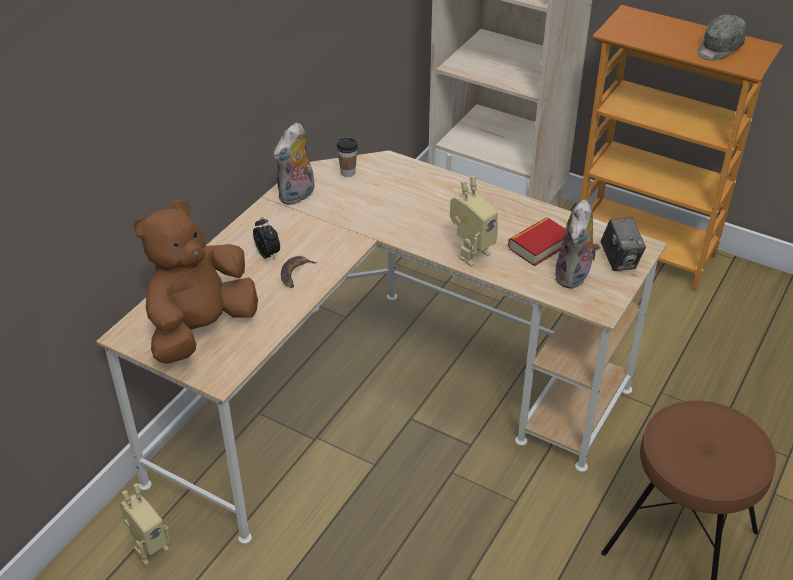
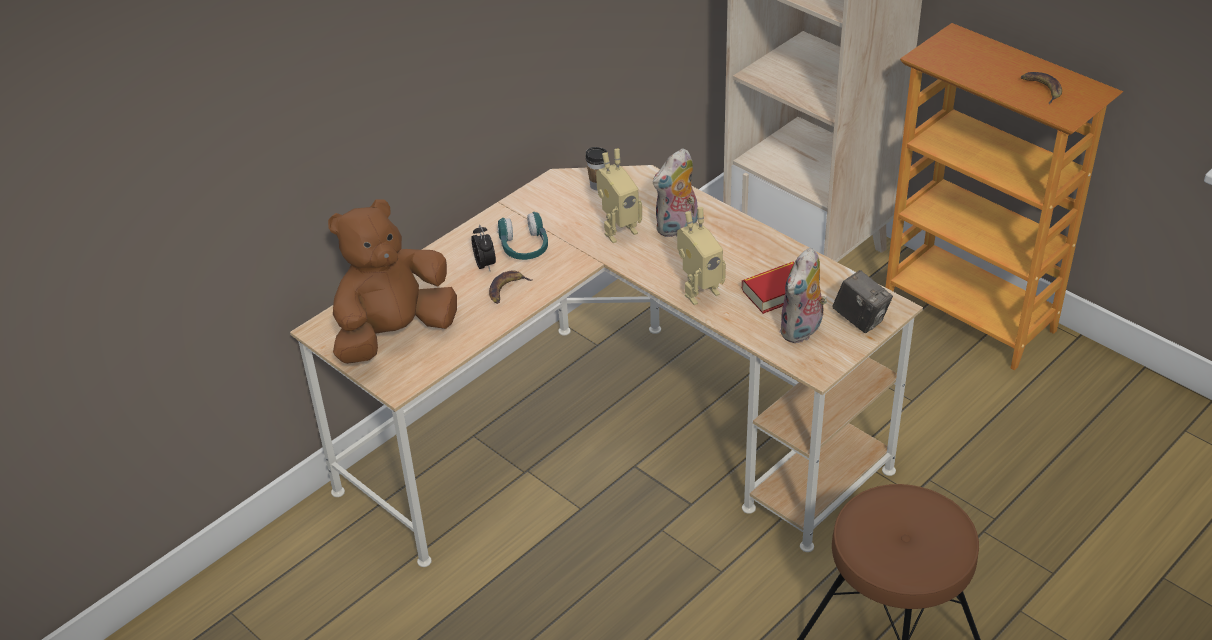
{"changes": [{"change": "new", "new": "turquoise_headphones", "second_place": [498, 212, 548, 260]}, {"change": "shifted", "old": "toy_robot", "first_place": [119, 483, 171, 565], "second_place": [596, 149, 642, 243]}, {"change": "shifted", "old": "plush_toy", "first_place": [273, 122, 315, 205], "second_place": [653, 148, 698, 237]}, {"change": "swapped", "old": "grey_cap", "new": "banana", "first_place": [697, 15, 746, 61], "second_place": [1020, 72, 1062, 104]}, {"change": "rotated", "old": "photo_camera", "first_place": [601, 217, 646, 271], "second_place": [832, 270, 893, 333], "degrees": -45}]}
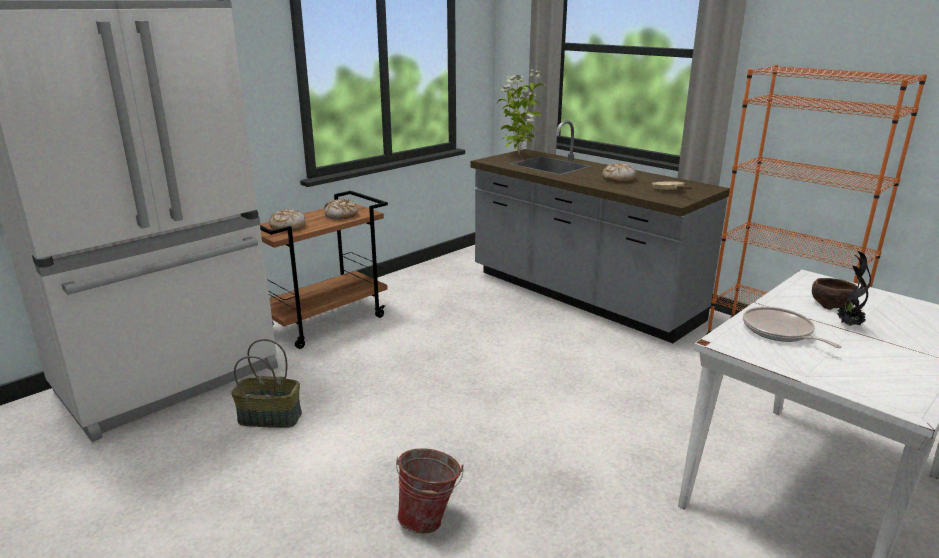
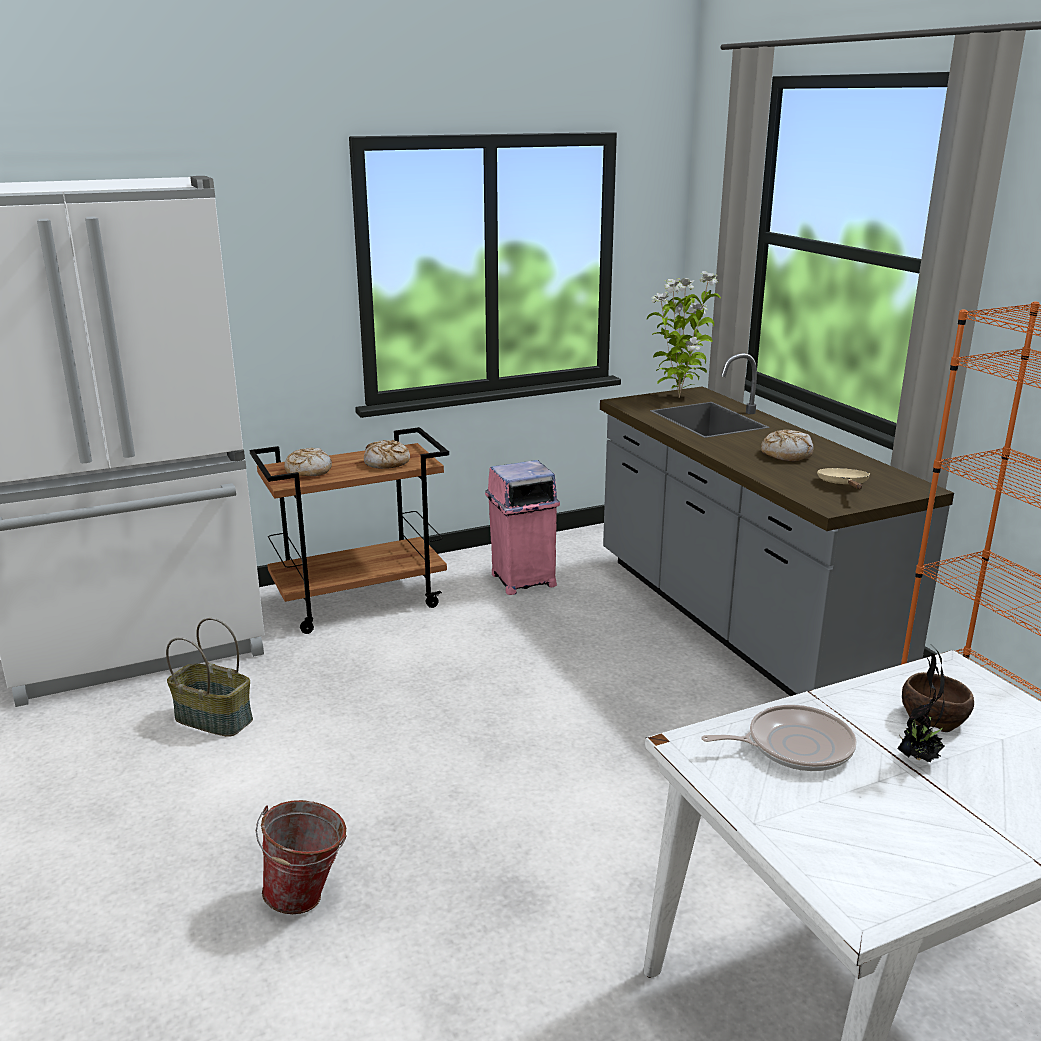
{"changes": [{"change": "new", "new": "pink_trash_can", "second_place": [485, 460, 560, 595]}, {"change": "rotated", "old": "frying_pan", "first_place": [743, 307, 842, 348], "second_place": [702, 705, 857, 771], "degrees": 90}]}
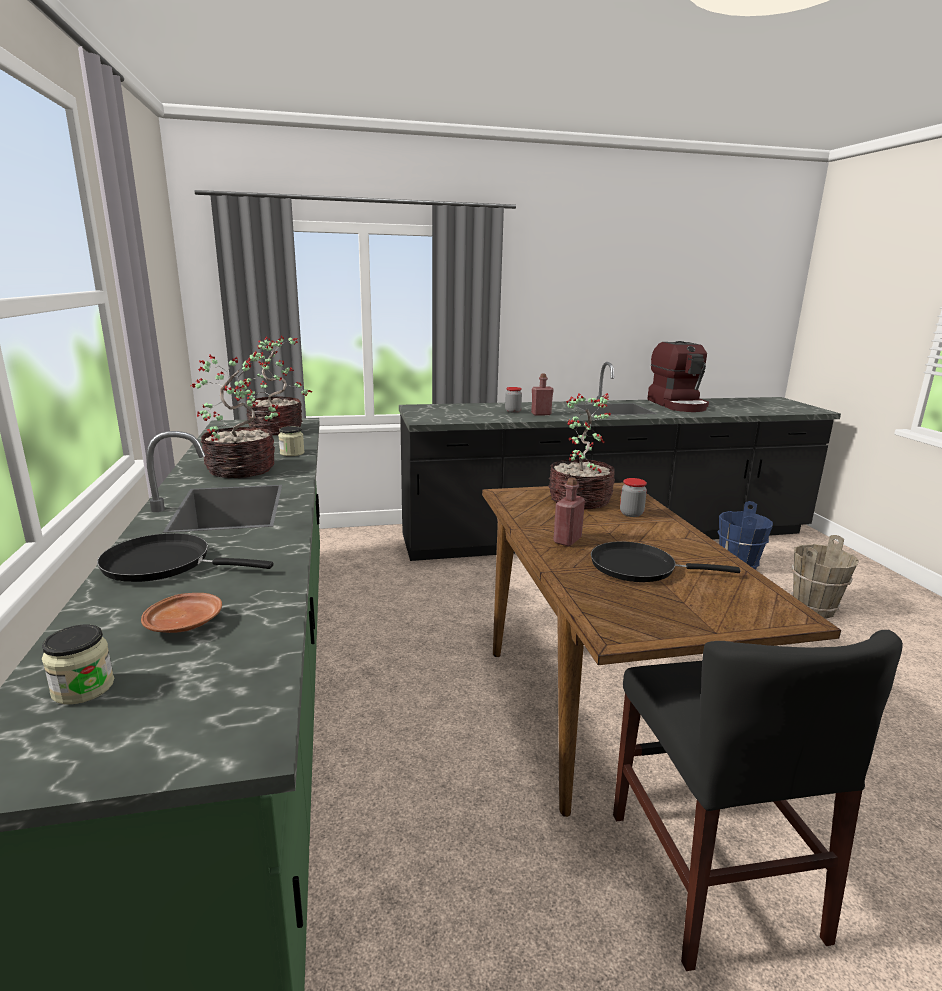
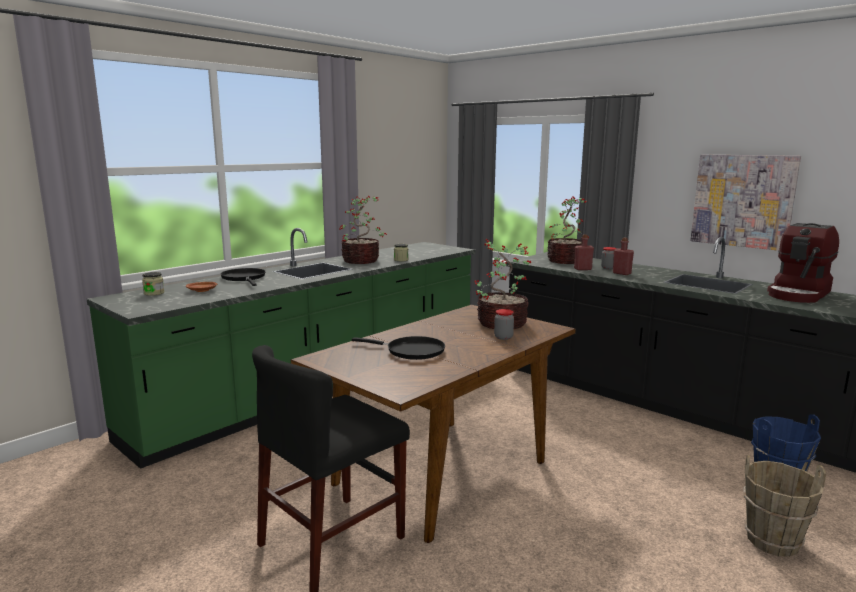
{"changes": [{"change": "new", "new": "picture", "second_place": [690, 154, 801, 251]}, {"change": "shifted", "old": "potted_plant", "first_place": [243, 336, 313, 435], "second_place": [547, 196, 589, 264]}, {"change": "shifted", "old": "red_bottle", "first_place": [553, 478, 585, 546], "second_place": [574, 234, 594, 270]}, {"change": "rotated", "old": "black_frying_pan", "first_place": [591, 541, 740, 582], "second_place": [352, 336, 445, 360], "degrees": 135}]}
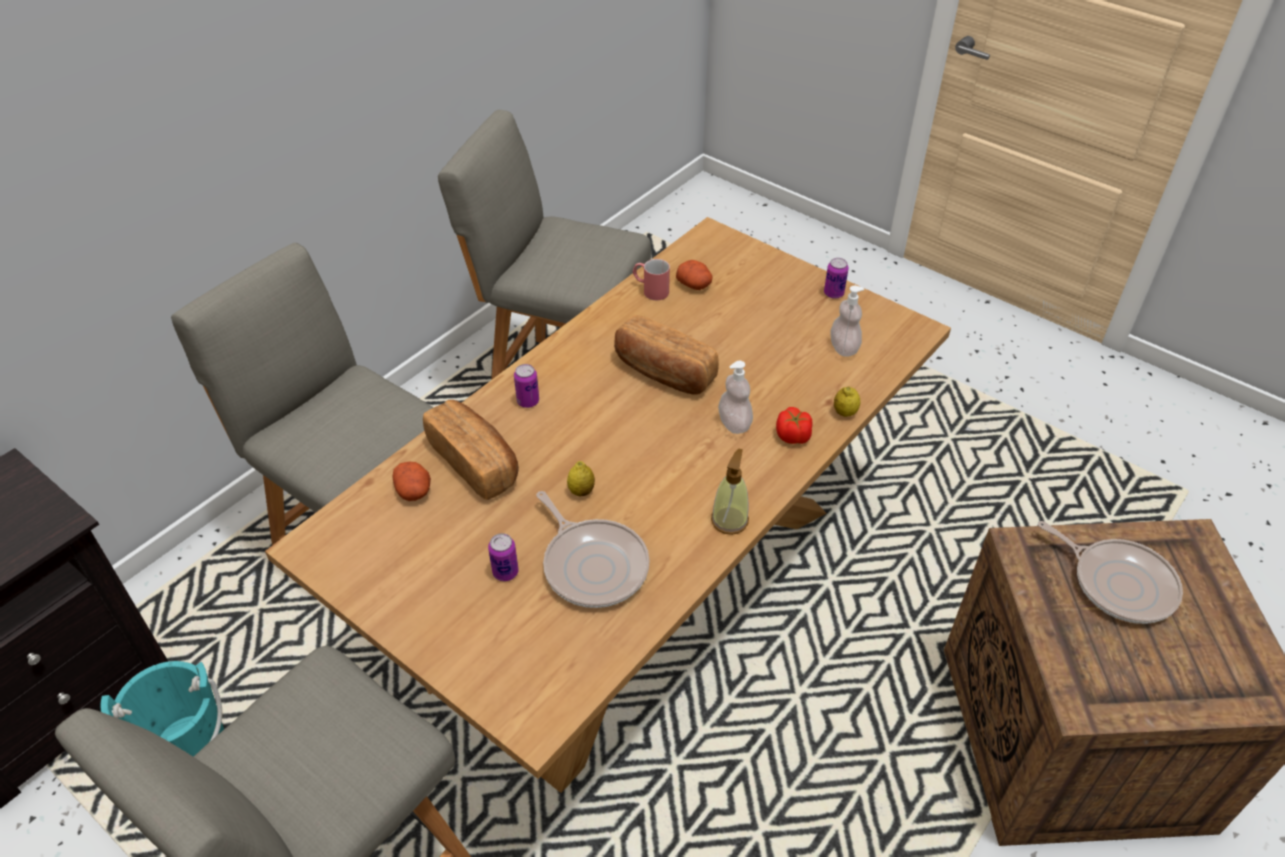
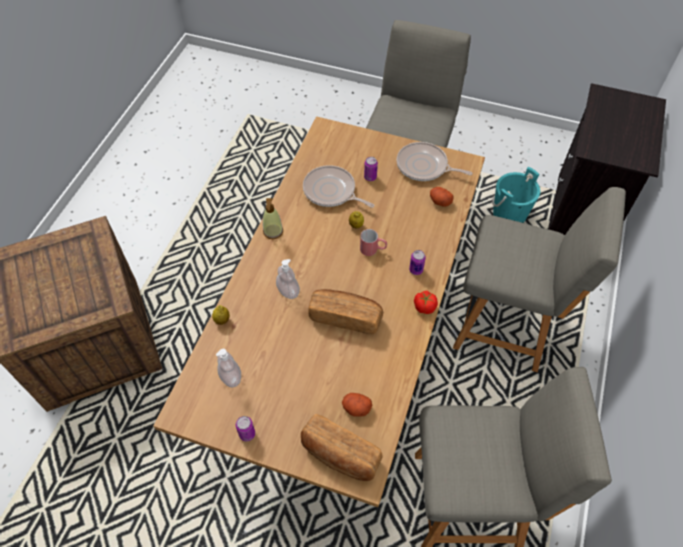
{"changes": [{"change": "shifted", "old": "bread", "first_place": [423, 400, 519, 500], "second_place": [301, 414, 383, 481]}, {"change": "shifted", "old": "red_mug", "first_place": [633, 259, 670, 300], "second_place": [360, 229, 387, 256]}, {"change": "shifted", "old": "tomato", "first_place": [776, 407, 813, 444], "second_place": [414, 291, 438, 314]}, {"change": "shifted", "old": "frying_pan", "first_place": [1038, 521, 1183, 624], "second_place": [397, 142, 472, 181]}]}
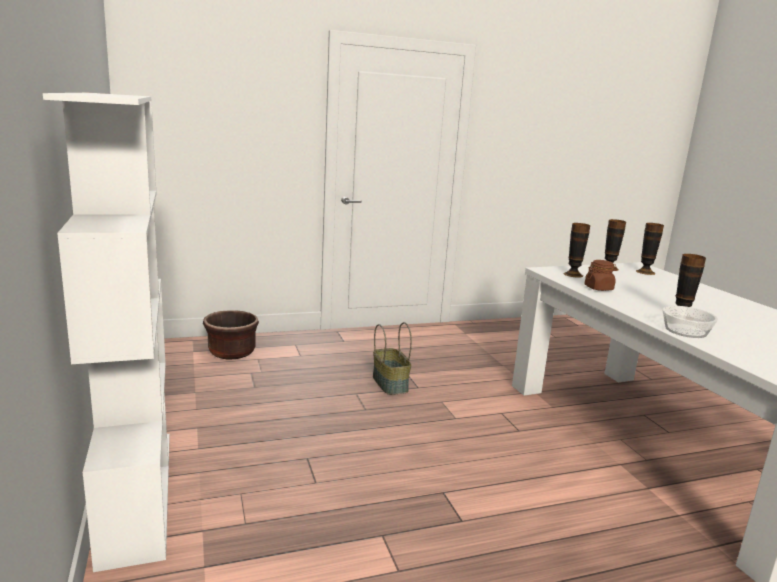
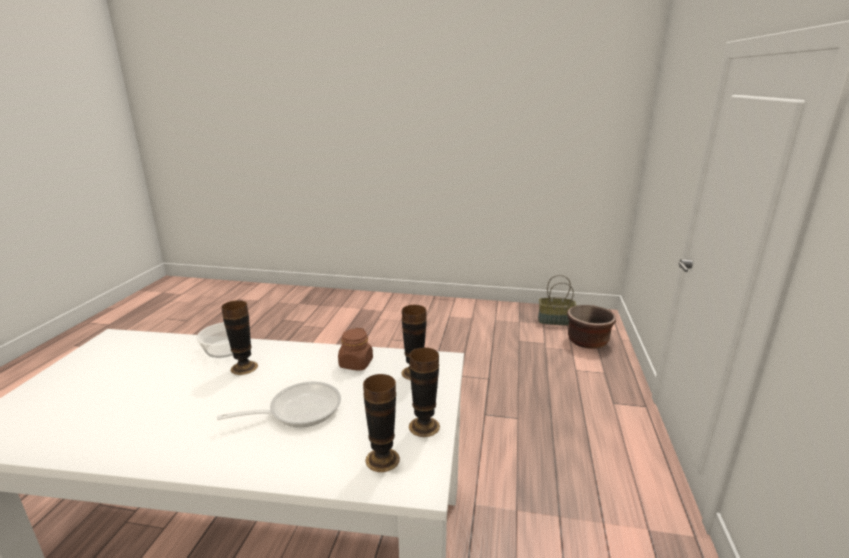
{"changes": [{"change": "gone", "old": "white_bookcase", "first_place": [43, 93, 170, 572]}, {"change": "new", "new": "frying_pan", "second_place": [217, 381, 341, 427]}, {"change": "shifted", "old": "basket", "first_place": [373, 322, 412, 395], "second_place": [538, 275, 577, 326]}]}
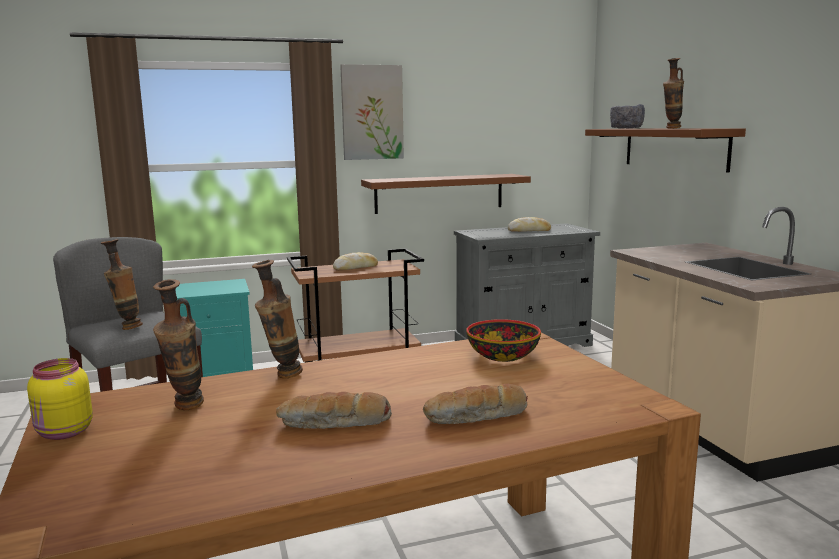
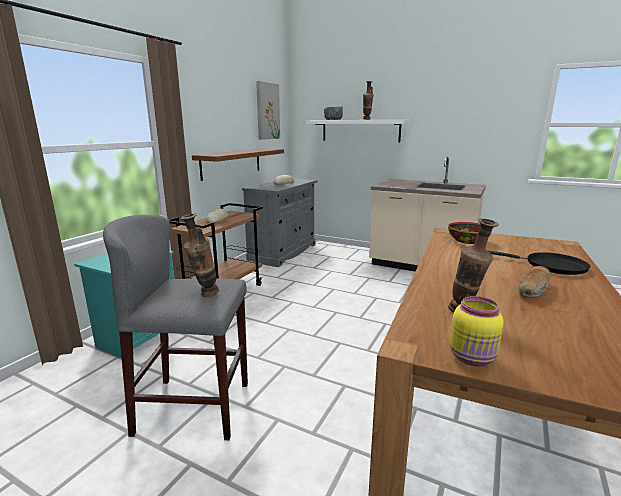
{"changes": [{"change": "gone", "old": "vase", "first_place": [252, 260, 303, 378]}, {"change": "shifted", "old": "picture", "first_place": [340, 64, 404, 160], "second_place": [256, 81, 280, 140]}, {"change": "swapped", "old": "bread", "new": "black_frying_pan", "first_place": [423, 384, 528, 424], "second_place": [487, 251, 590, 275]}, {"change": "repainted", "old": "brown_shelf", "new": "white_shelf", "first_place": [585, 129, 746, 173], "second_place": [306, 120, 410, 142]}]}
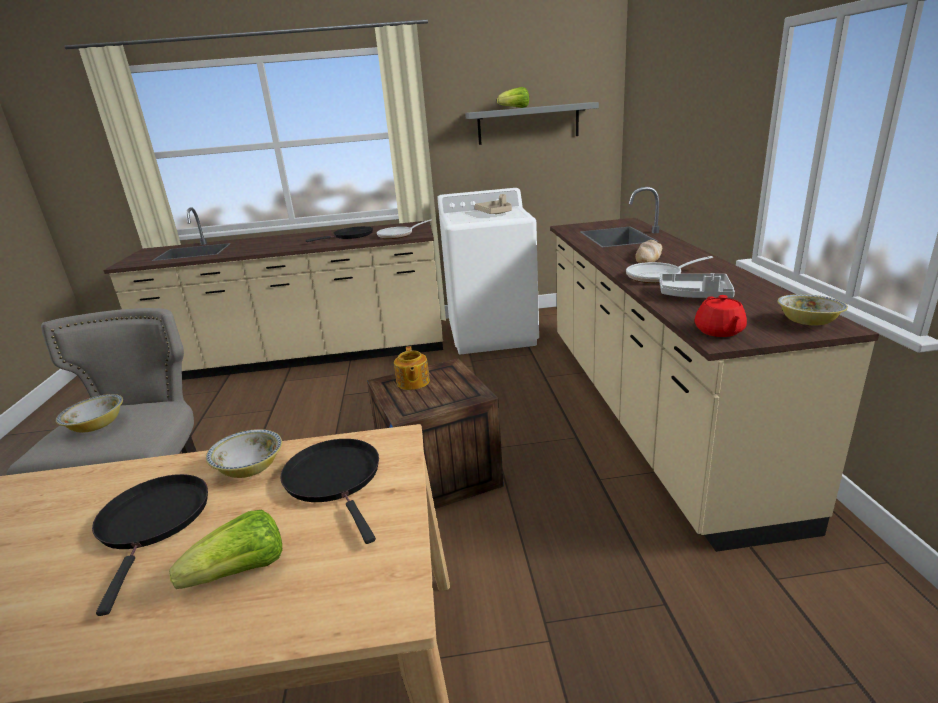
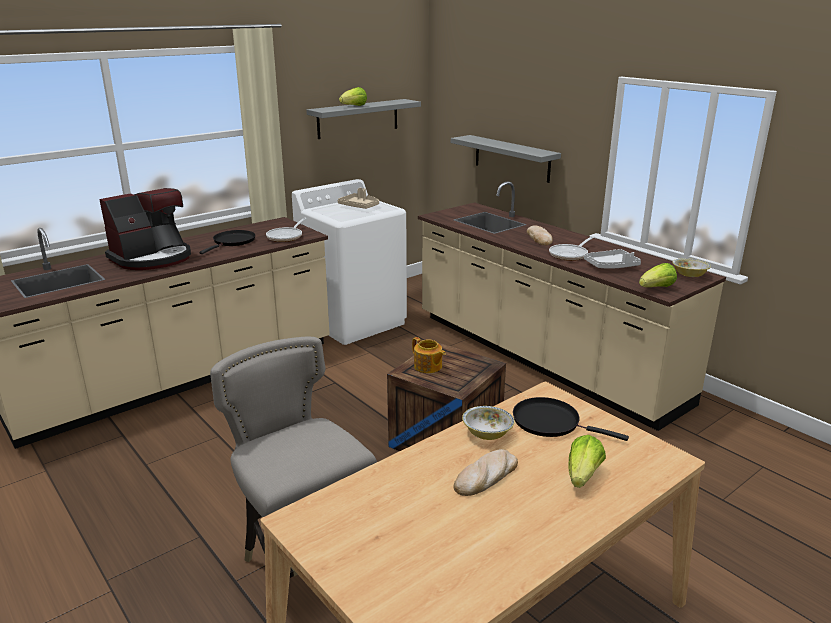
{"changes": [{"change": "gone", "old": "bowl", "first_place": [56, 394, 123, 433]}, {"change": "new", "new": "coffee_machine", "second_place": [99, 188, 191, 270]}, {"change": "new", "new": "grey_shelf", "second_place": [451, 135, 561, 183]}, {"change": "swapped", "old": "black_frying_pan", "new": "bread", "first_place": [92, 474, 208, 616], "second_place": [453, 449, 518, 496]}, {"change": "swapped", "old": "red_teapot", "new": "lettuce", "first_place": [694, 295, 747, 337], "second_place": [639, 263, 677, 287]}]}
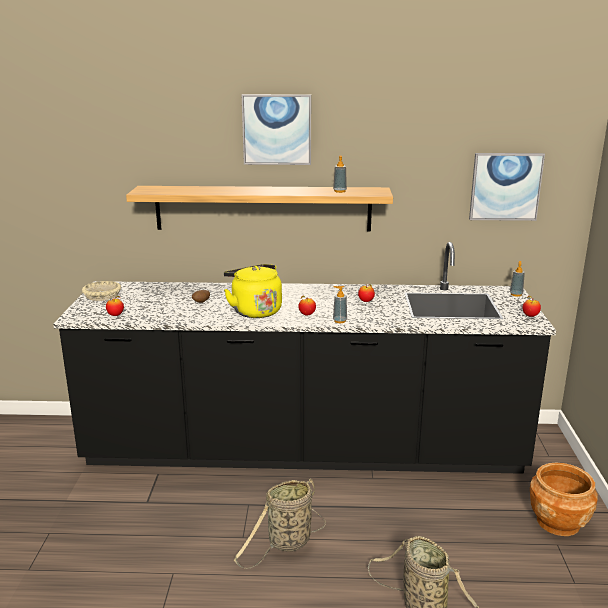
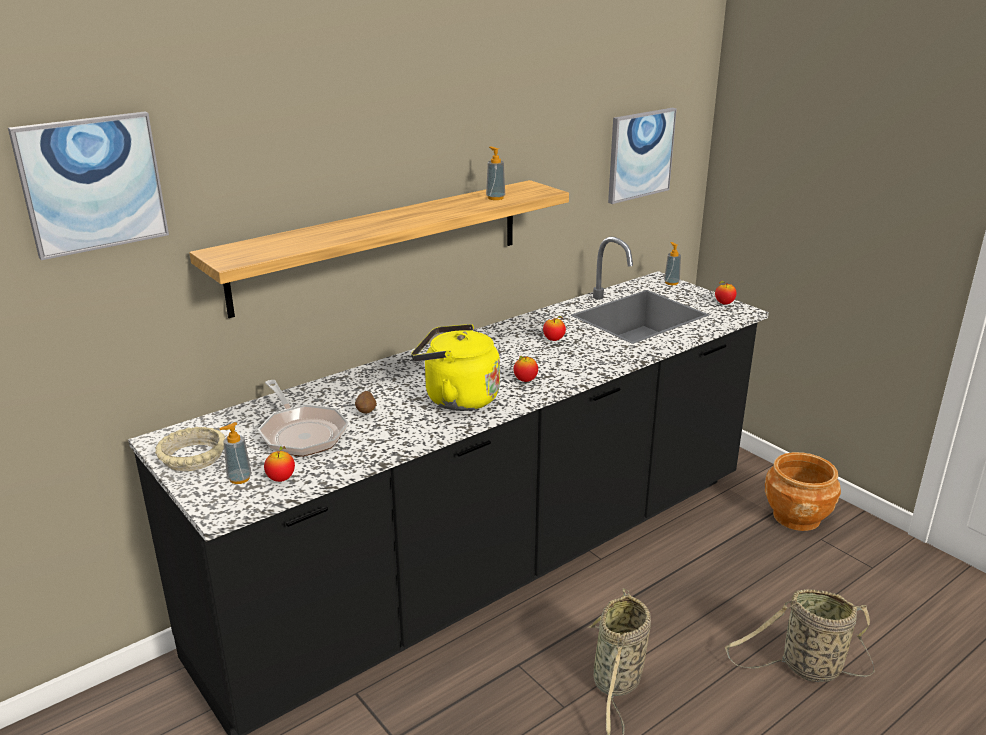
{"changes": [{"change": "new", "new": "frying_pan", "second_place": [258, 380, 348, 457]}, {"change": "shifted", "old": "picture", "first_place": [242, 94, 311, 165], "second_place": [8, 112, 169, 260]}, {"change": "shifted", "old": "soap_dispenser", "first_place": [333, 286, 347, 323], "second_place": [220, 422, 252, 484]}]}
